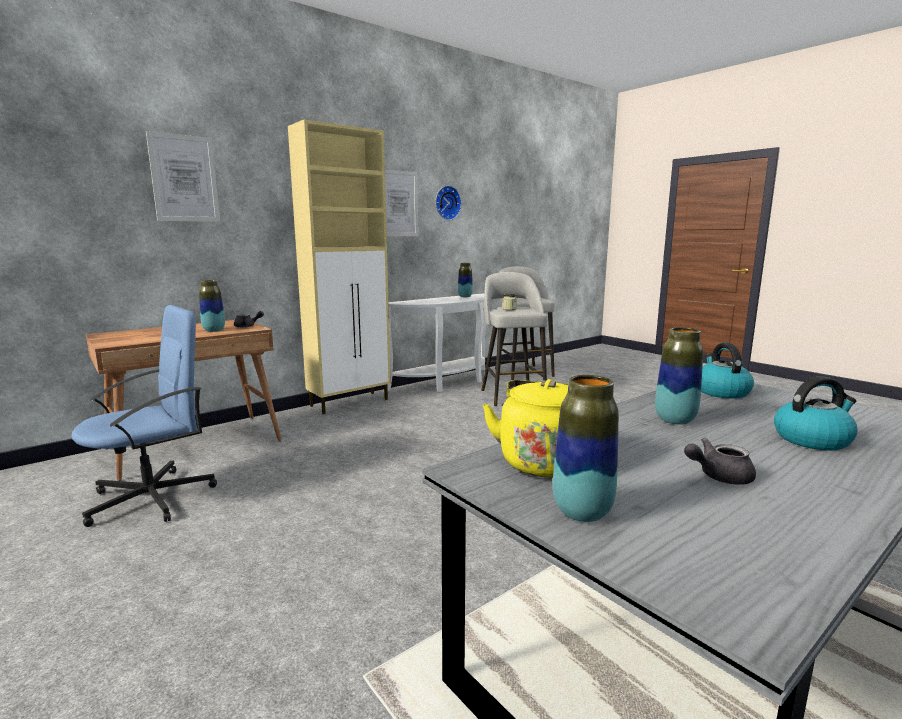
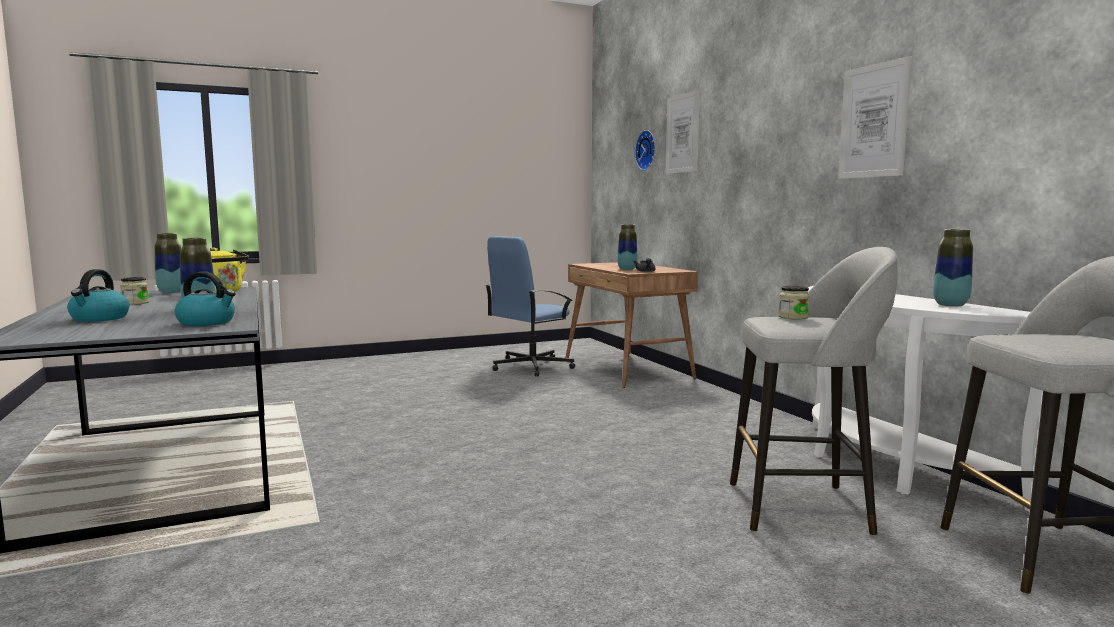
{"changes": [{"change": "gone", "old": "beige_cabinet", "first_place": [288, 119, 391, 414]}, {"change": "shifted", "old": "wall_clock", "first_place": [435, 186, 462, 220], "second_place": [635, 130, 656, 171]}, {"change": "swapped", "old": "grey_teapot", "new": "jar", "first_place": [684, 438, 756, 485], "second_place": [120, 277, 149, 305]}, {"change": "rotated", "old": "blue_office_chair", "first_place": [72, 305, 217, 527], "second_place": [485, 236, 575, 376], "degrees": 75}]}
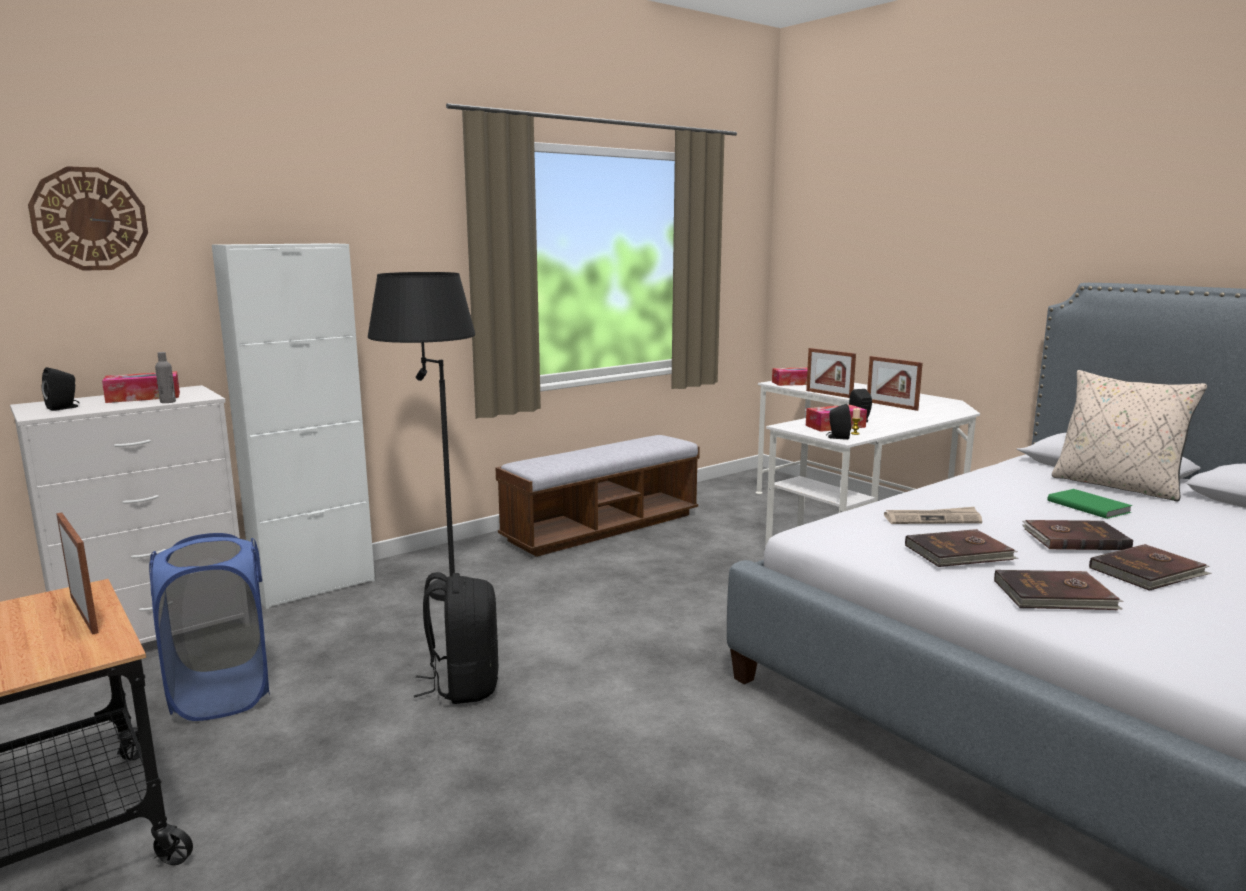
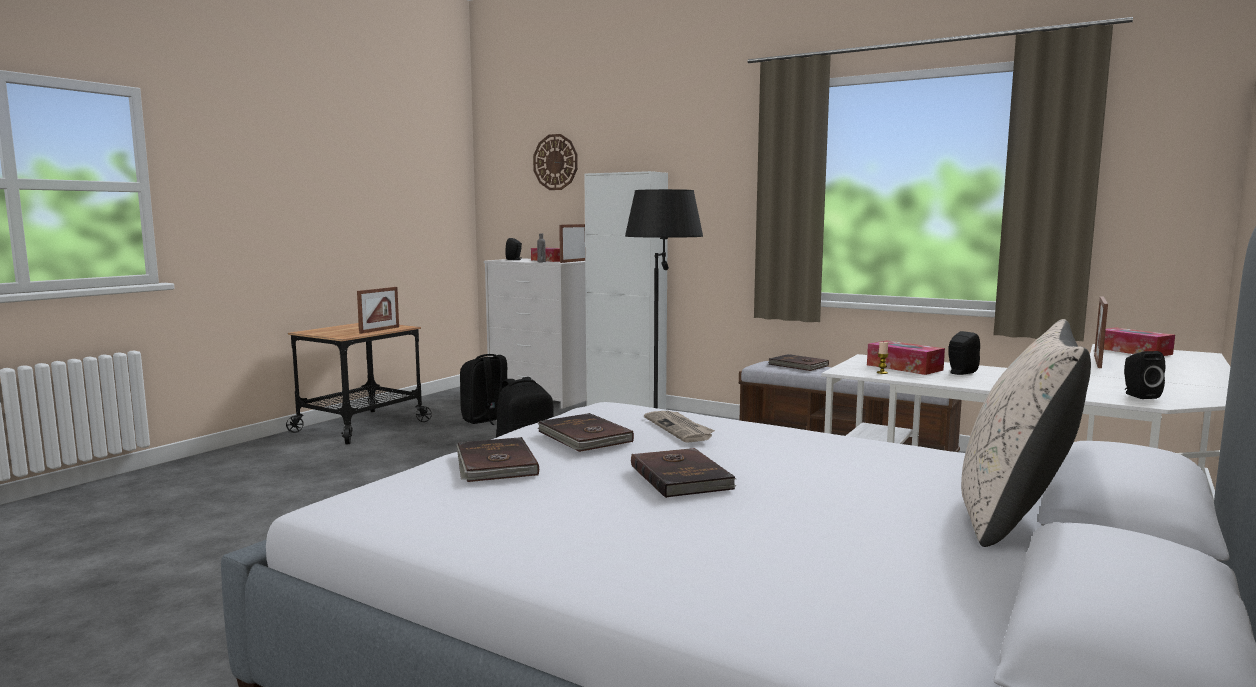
{"changes": [{"change": "gone", "old": "green_book", "first_place": [1048, 489, 1133, 519]}, {"change": "shifted", "old": "black_speaker", "first_place": [826, 404, 851, 440], "second_place": [1124, 351, 1165, 399]}, {"change": "shifted", "old": "picture_frame", "first_place": [867, 356, 923, 411], "second_place": [559, 224, 585, 263]}, {"change": "shifted", "old": "brown_book", "first_place": [1089, 544, 1212, 591], "second_place": [768, 354, 829, 371]}, {"change": "swapped", "old": "blue_laundry_basket", "new": "black_backpack", "first_place": [149, 533, 270, 721], "second_place": [460, 354, 507, 425]}]}
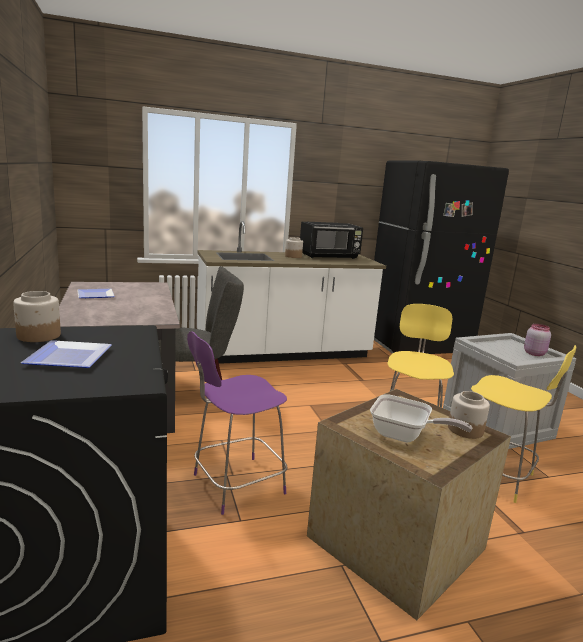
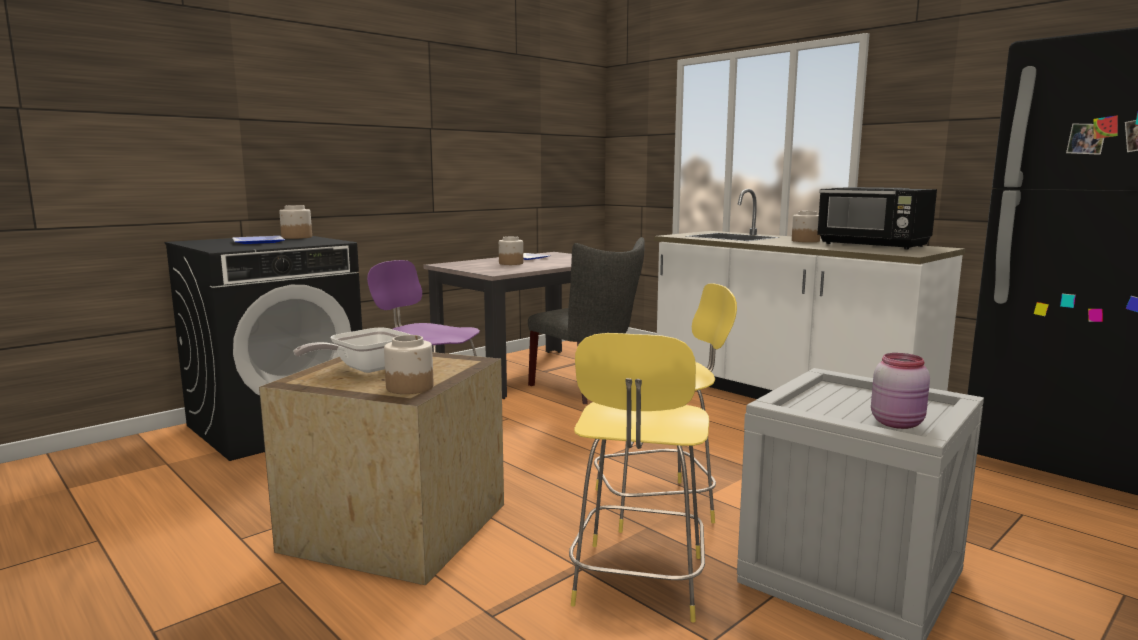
{"changes": [{"change": "new", "new": "jar", "second_place": [499, 236, 523, 265]}, {"change": "rotated", "old": "frying_pan", "first_place": [370, 394, 472, 442], "second_place": [294, 328, 411, 373], "degrees": 45}]}
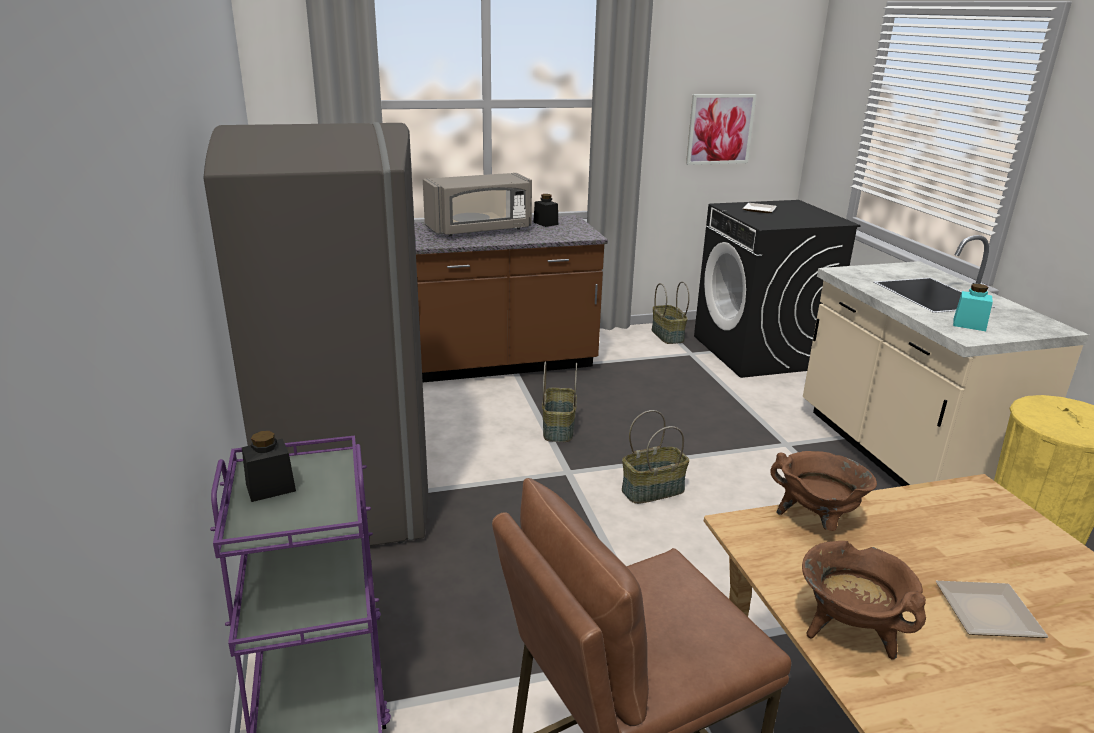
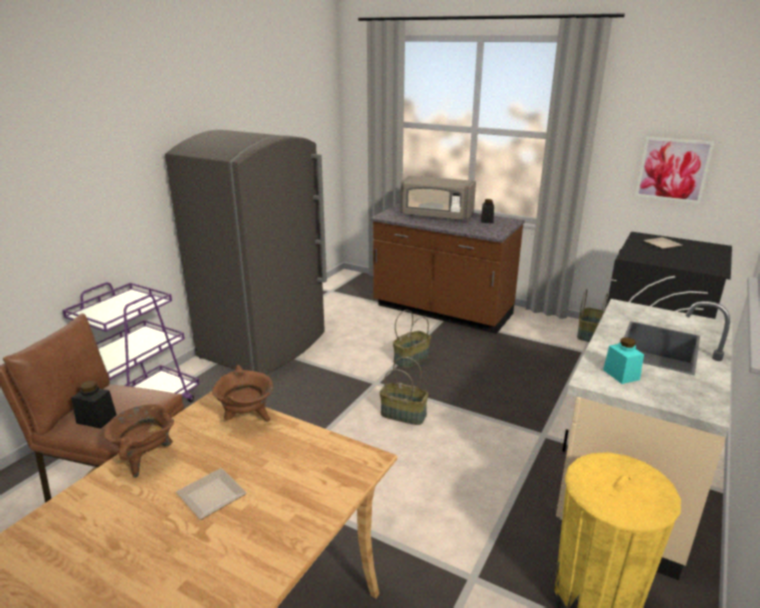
{"changes": [{"change": "shifted", "old": "black_jar", "first_place": [242, 431, 296, 502], "second_place": [71, 381, 117, 429]}]}
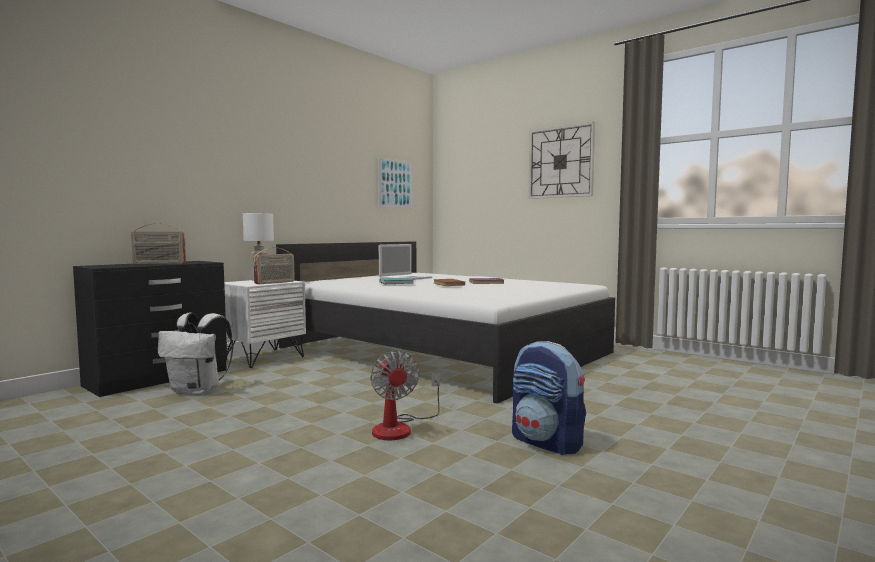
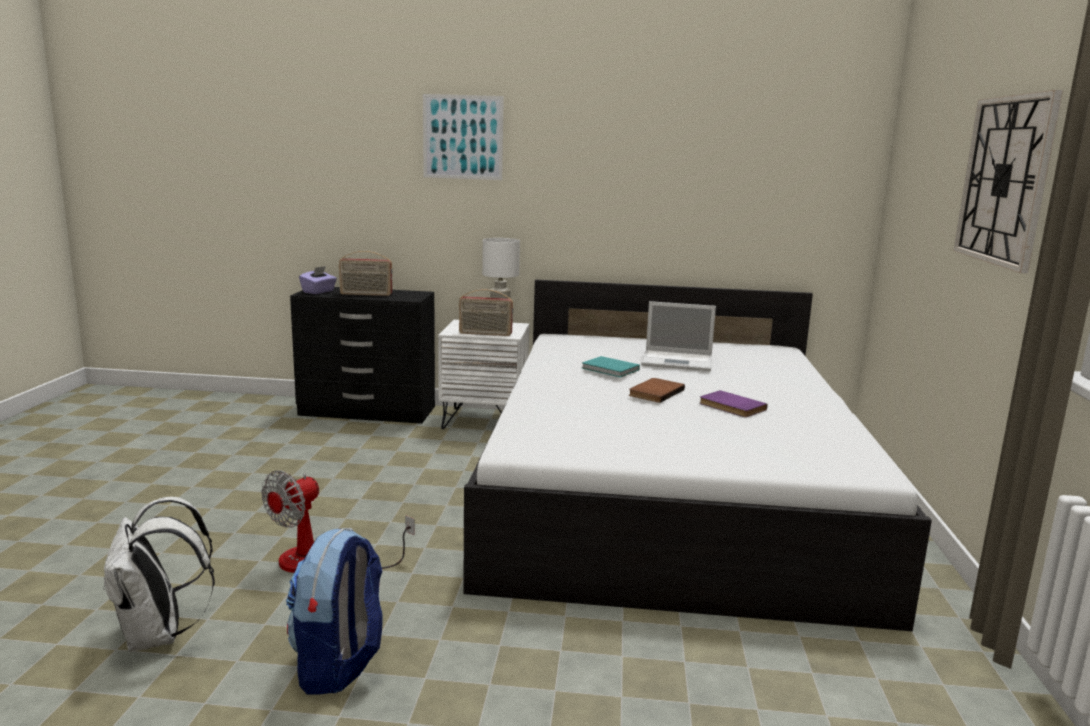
{"changes": [{"change": "new", "new": "purple_tissue_box", "second_place": [299, 266, 337, 294]}, {"change": "shifted", "old": "white_backpack", "first_place": [158, 313, 233, 395], "second_place": [102, 497, 215, 652]}, {"change": "shifted", "old": "picture", "first_place": [378, 157, 413, 208], "second_place": [423, 94, 504, 180]}, {"change": "rotated", "old": "radio", "first_place": [131, 223, 186, 264], "second_place": [339, 251, 393, 296], "degrees": -45}]}
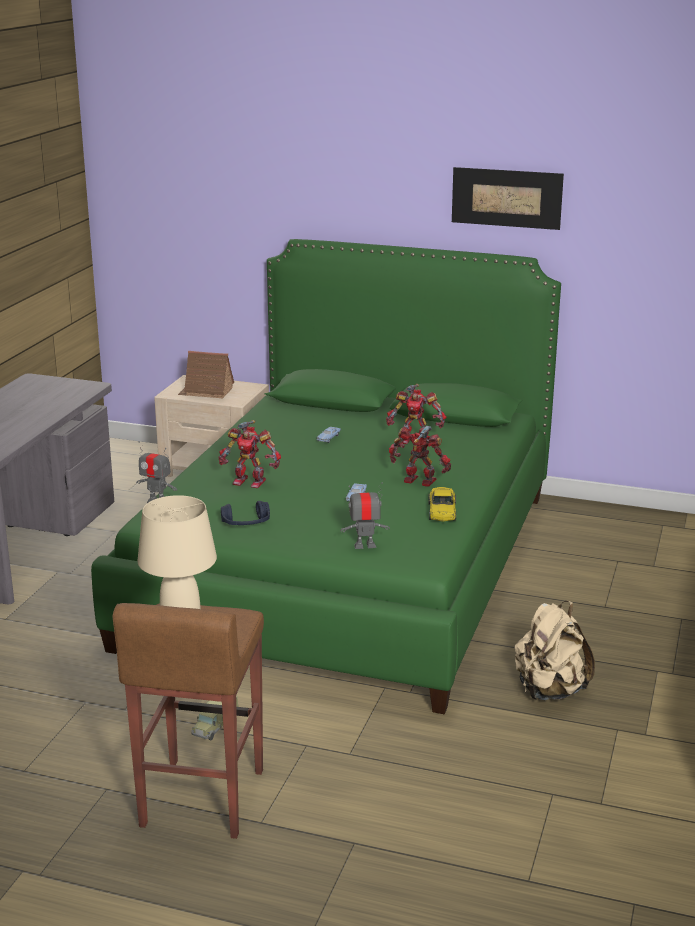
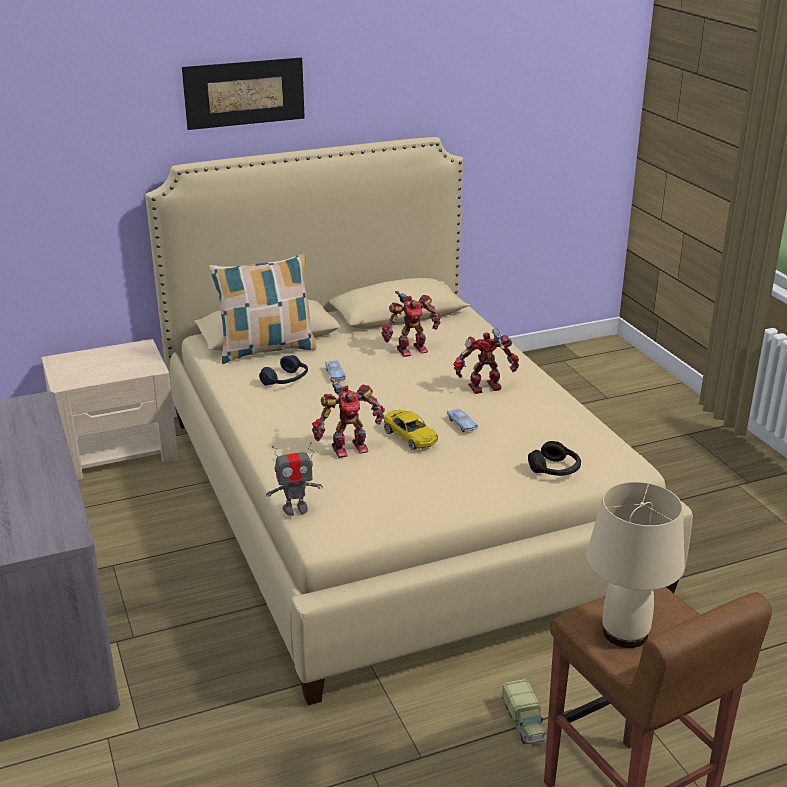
{"changes": [{"change": "gone", "old": "toy_house", "first_place": [178, 351, 234, 399]}, {"change": "gone", "old": "beige_backpack", "first_place": [514, 601, 595, 700]}, {"change": "new", "new": "pillow", "second_place": [209, 254, 316, 364]}, {"change": "shifted", "old": "blue_headphones", "first_place": [221, 501, 270, 525], "second_place": [259, 355, 308, 386]}, {"change": "shifted", "old": "yellow_toy_car", "first_place": [428, 487, 456, 522], "second_place": [383, 410, 438, 450]}, {"change": "shifted", "old": "picture", "first_place": [452, 167, 564, 230], "second_place": [182, 58, 305, 130]}, {"change": "swapped", "old": "toy_robot", "new": "black_headphones", "first_place": [340, 483, 390, 549], "second_place": [528, 441, 581, 476]}, {"change": "repainted", "old": "green_bed", "new": "beige_bed", "first_place": [91, 239, 561, 714], "second_place": [145, 137, 693, 706]}]}
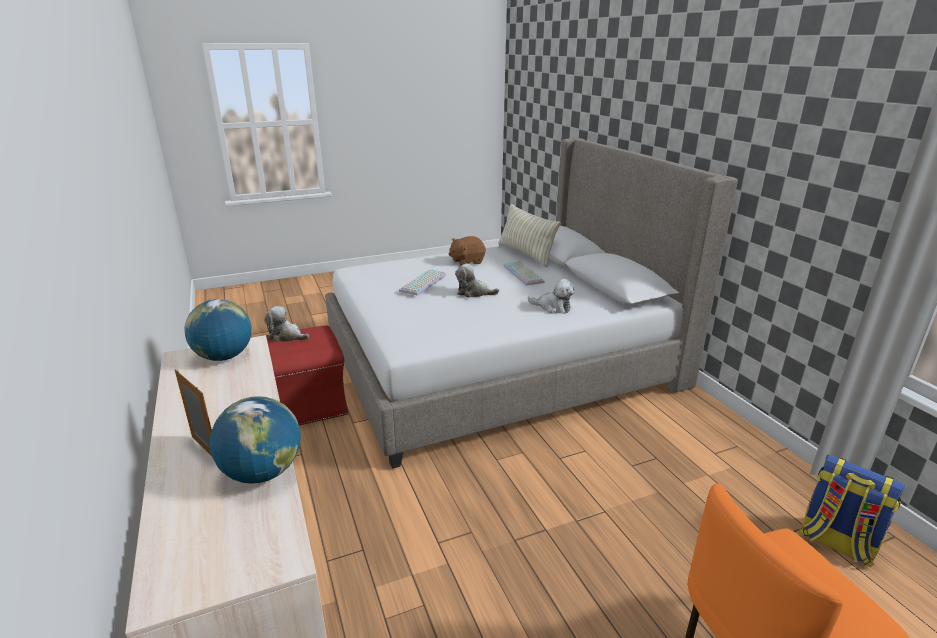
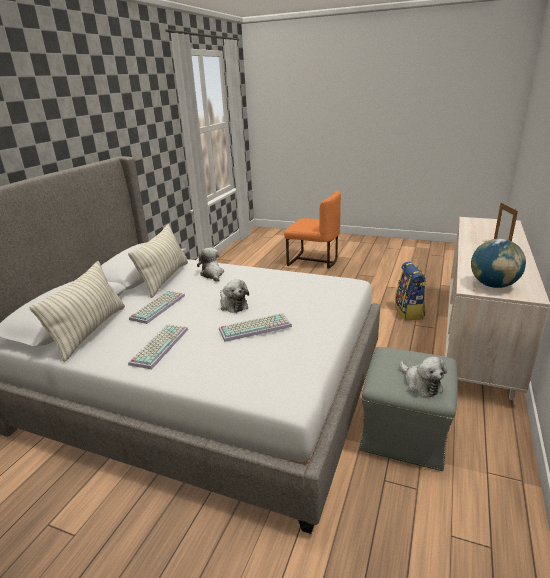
{"changes": [{"change": "gone", "old": "globe", "first_place": [210, 396, 301, 484]}, {"change": "new", "new": "pillow", "second_place": [128, 224, 188, 298]}, {"change": "shifted", "old": "backpack", "first_place": [799, 455, 906, 568], "second_place": [395, 262, 426, 320]}, {"change": "swapped", "old": "brown_plush_toy", "new": "keyboard", "first_place": [449, 236, 485, 266], "second_place": [128, 324, 188, 369]}, {"change": "repainted", "old": "red_ottoman", "new": "grey_ottoman", "first_place": [266, 325, 349, 426], "second_place": [360, 347, 458, 471]}]}
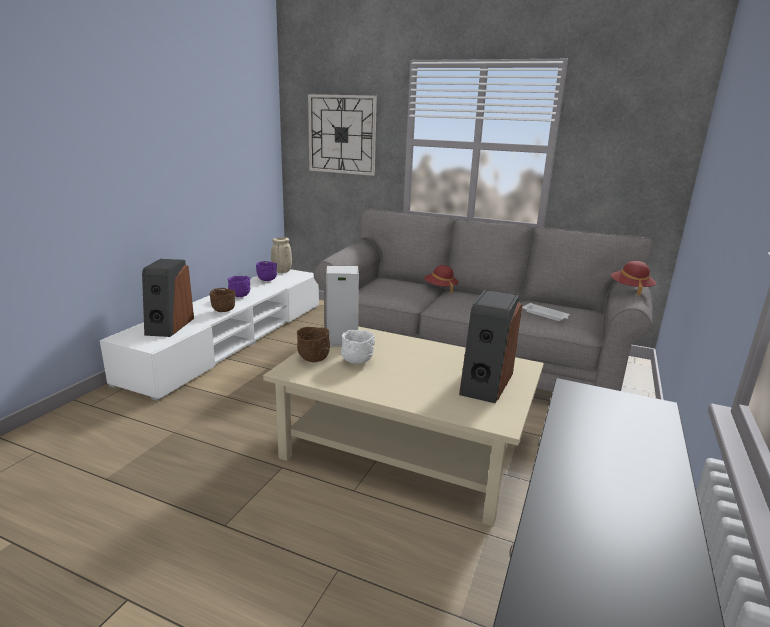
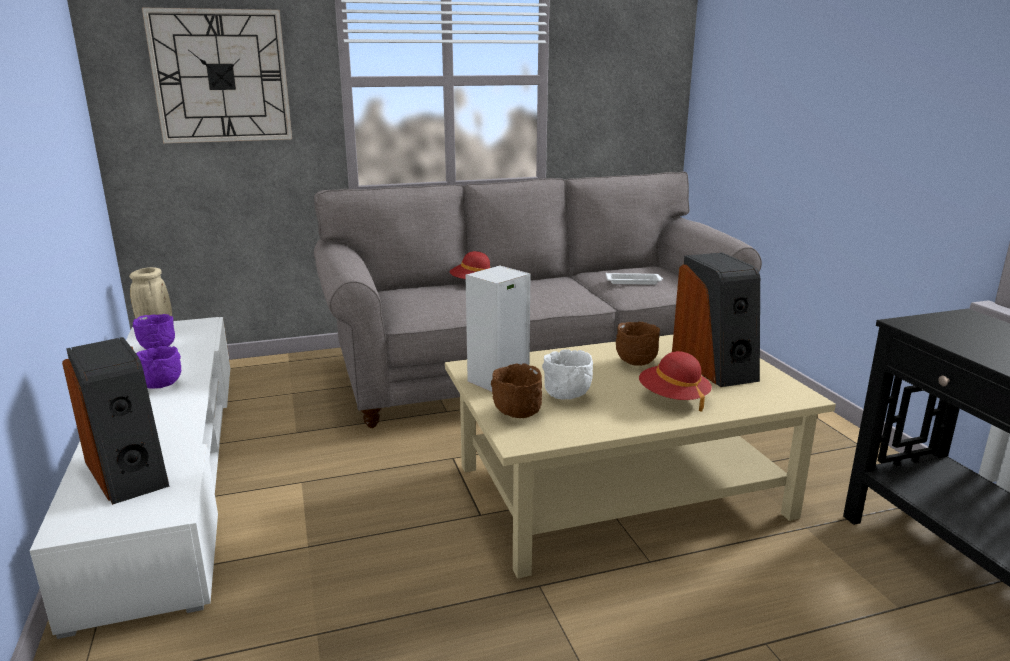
{"changes": [{"change": "shifted", "old": "brown_bowl", "first_place": [210, 288, 236, 312], "second_place": [616, 322, 660, 366]}, {"change": "shifted", "old": "red_hat", "first_place": [611, 261, 656, 296], "second_place": [639, 351, 712, 411]}]}
